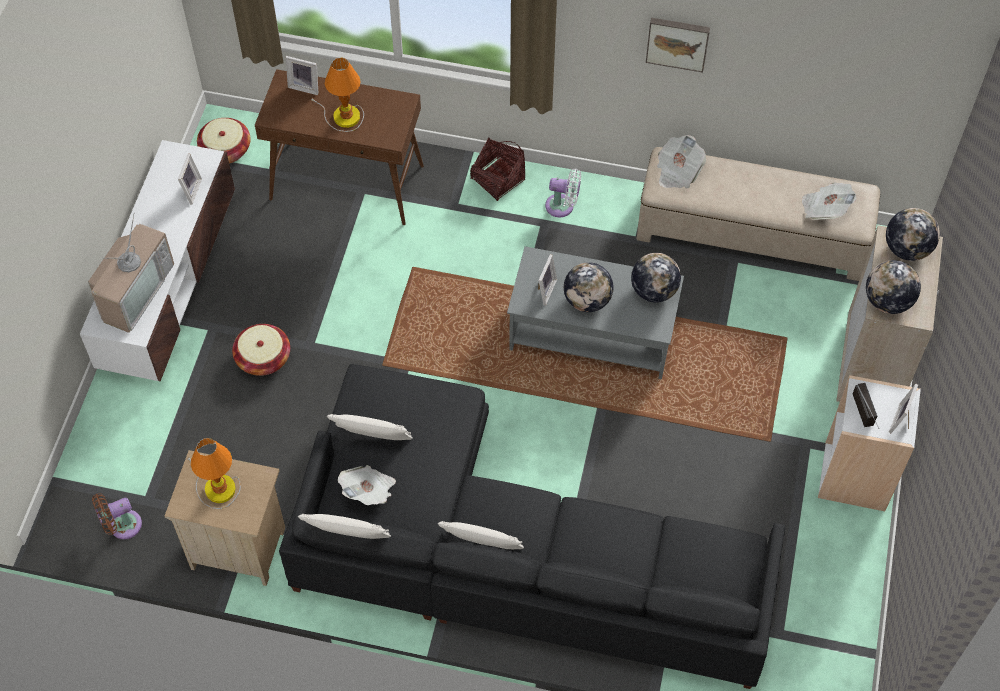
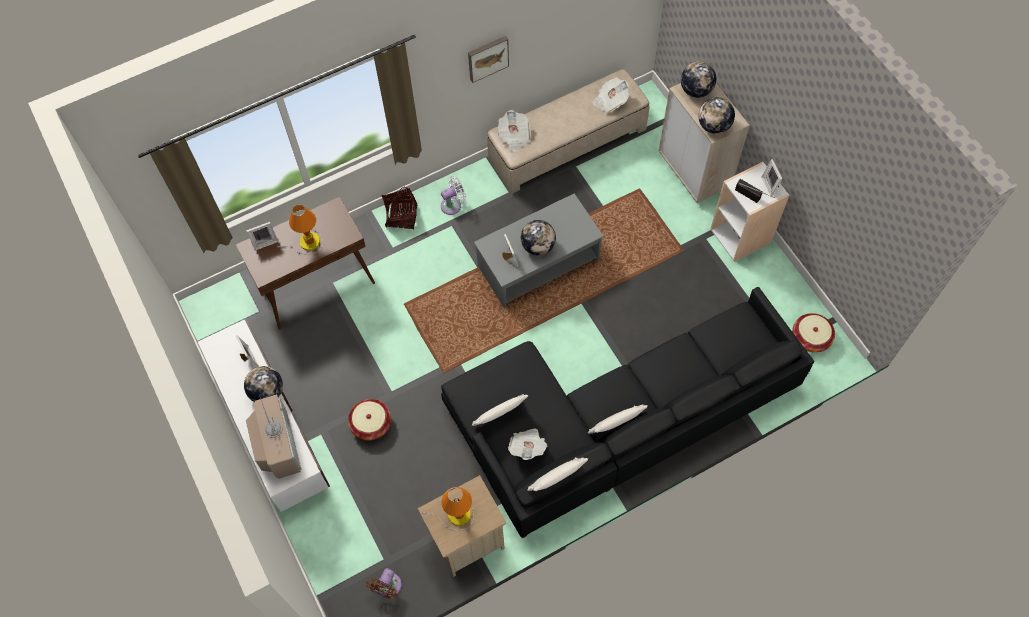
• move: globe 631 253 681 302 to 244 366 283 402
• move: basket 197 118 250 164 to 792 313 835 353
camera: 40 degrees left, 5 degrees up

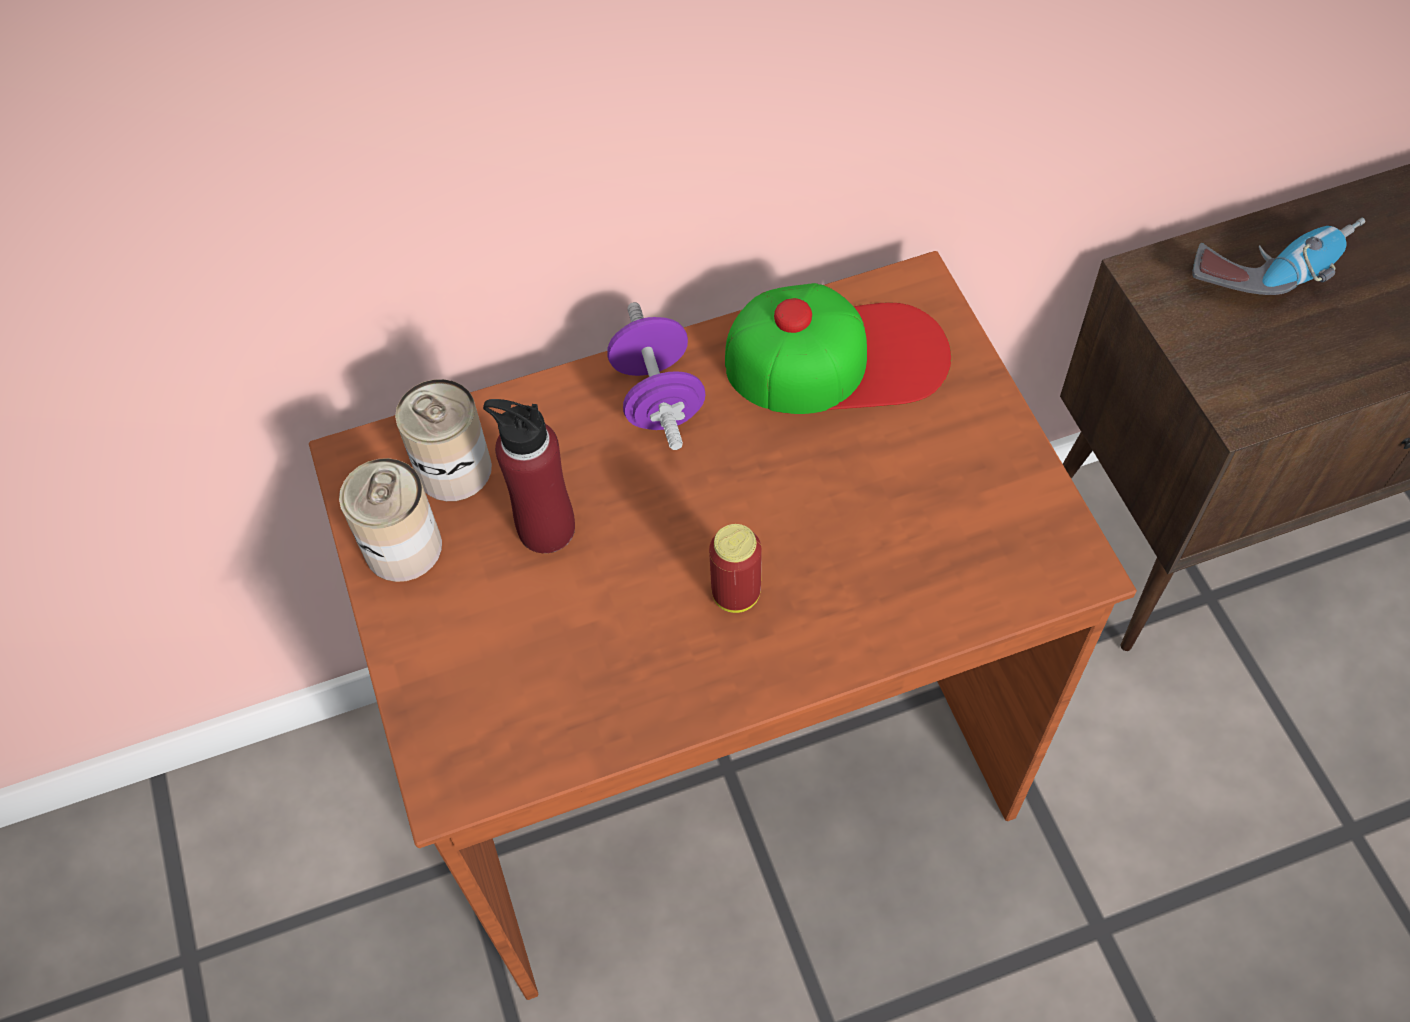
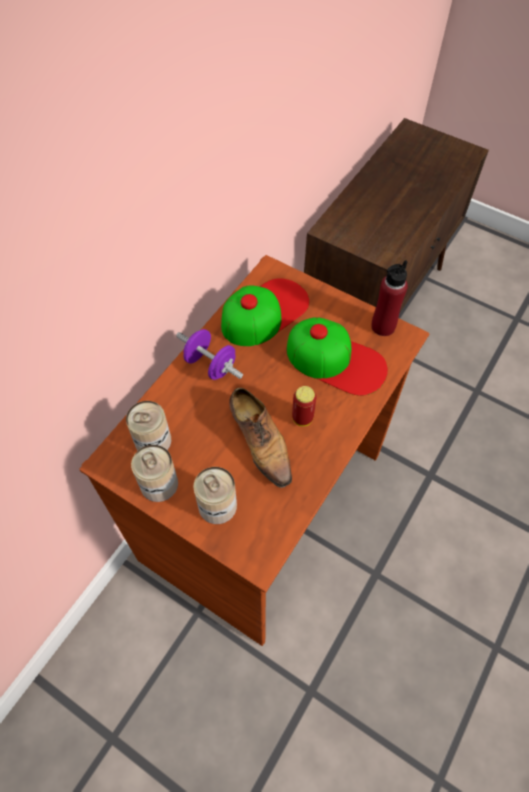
• insert: can 193 467 237 524
• insert: shoe 229 388 292 488
• insert: cap 287 317 388 396
• move: bottle (red) 483 399 575 553 to 371 260 408 336
• delete: power drill 1192 218 1365 295
camera: 40 degrees left, 0 degrees up

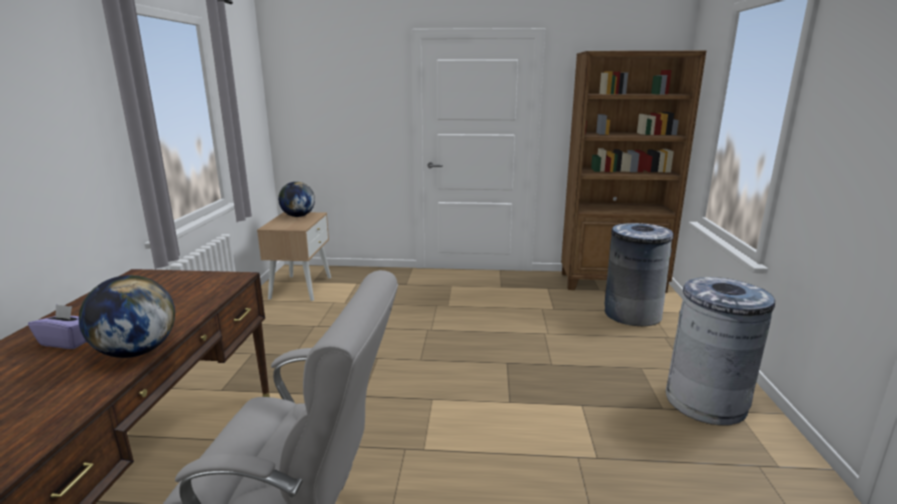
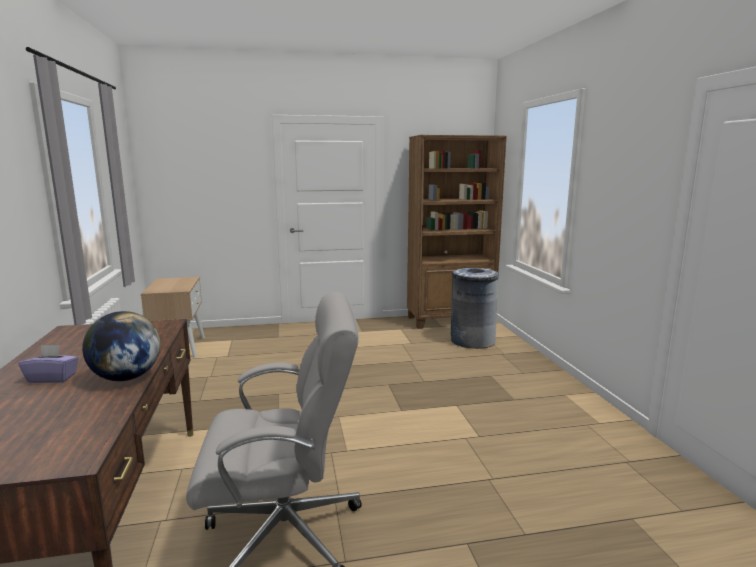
• delete: globe 278 182 315 217
• delete: trash can (grey) 666 277 775 425
camera: 15 degrees left, 5 degrees down

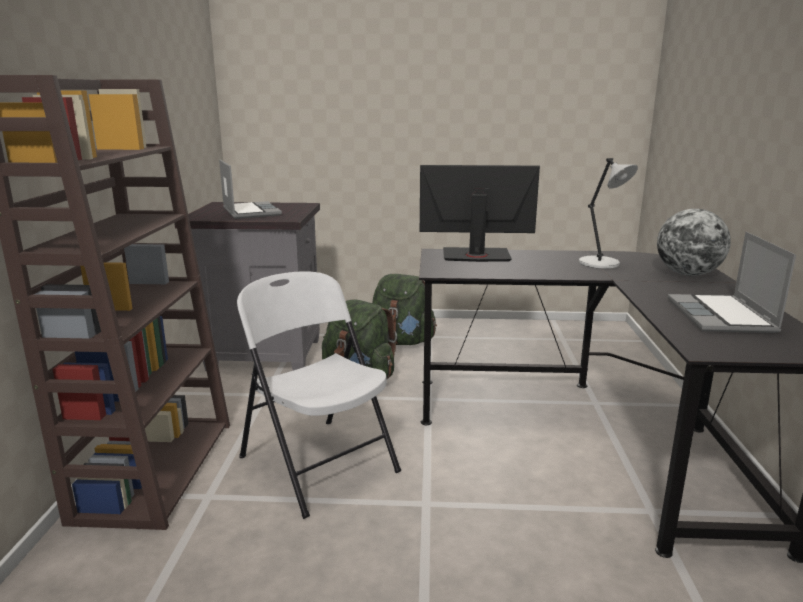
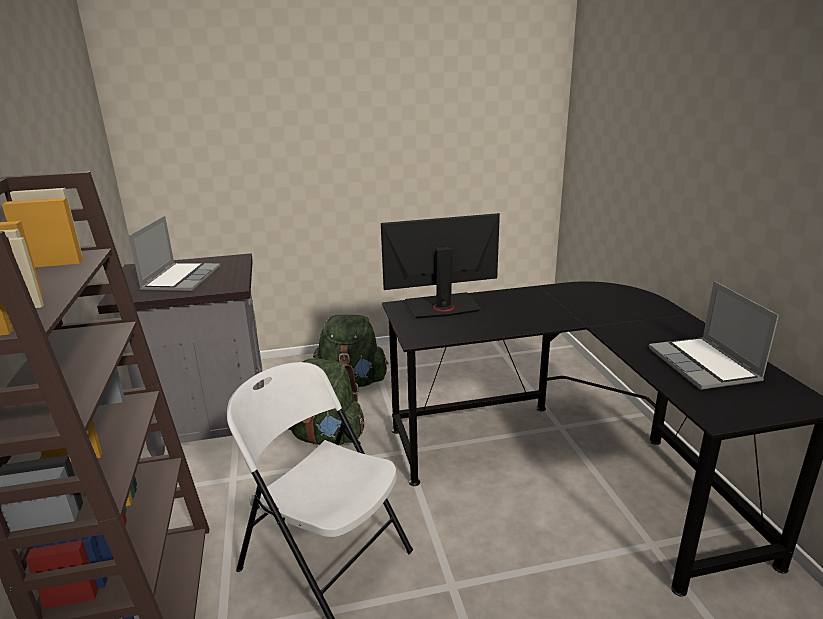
• rotate: laptop 219 159 282 219 = 129 216 220 292 45 degrees clockwise
• delete: table lamp (grey) 579 158 638 269
• delete: globe 657 209 731 276
camera: 15 degrees left, 5 degrees up

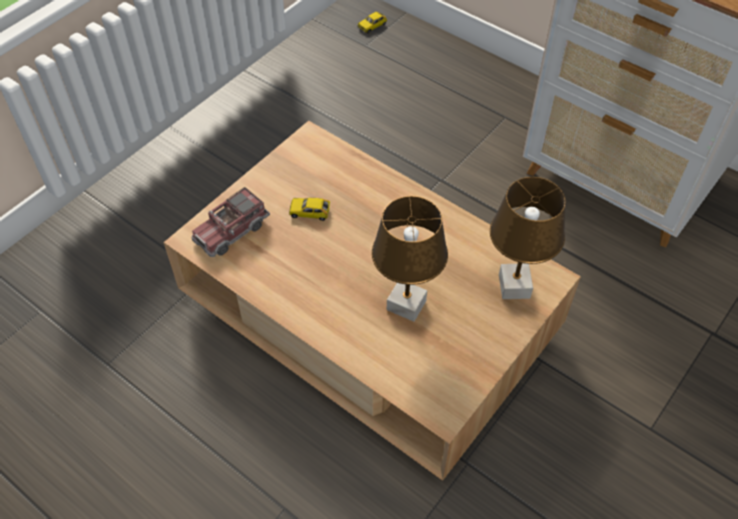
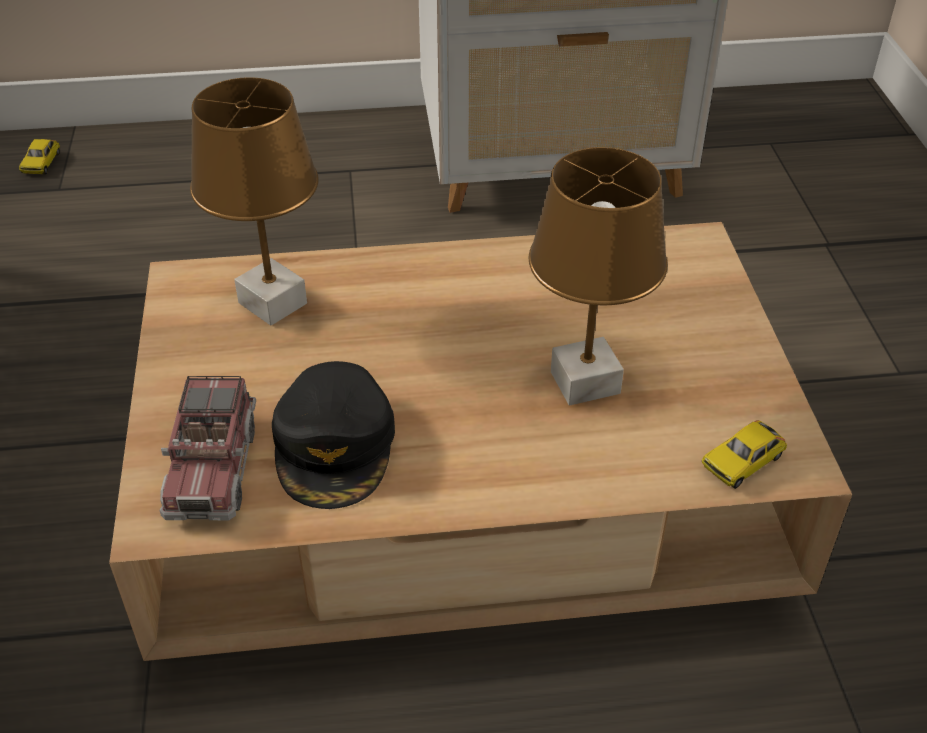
• move: table lamp (brown) 490 177 566 299 to 190 77 319 325
• insert: cap (black) 272 361 395 509
• move: toy car 289 198 330 221 to 702 420 787 489
camera: 45 degrees left, 10 degrees down

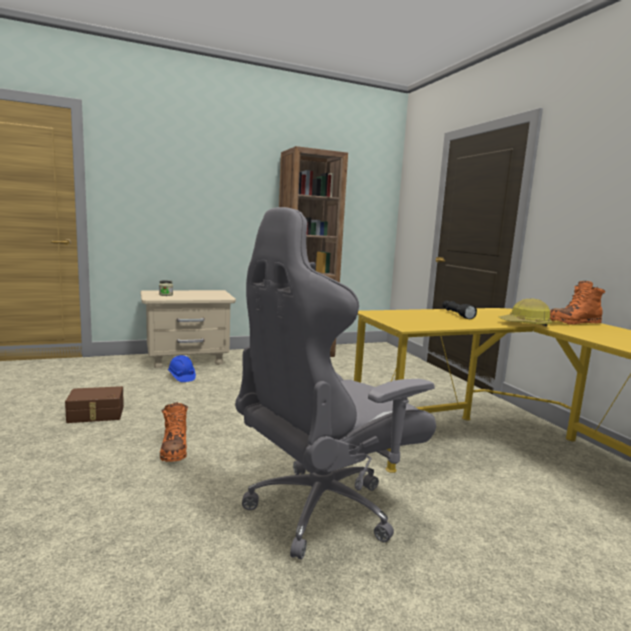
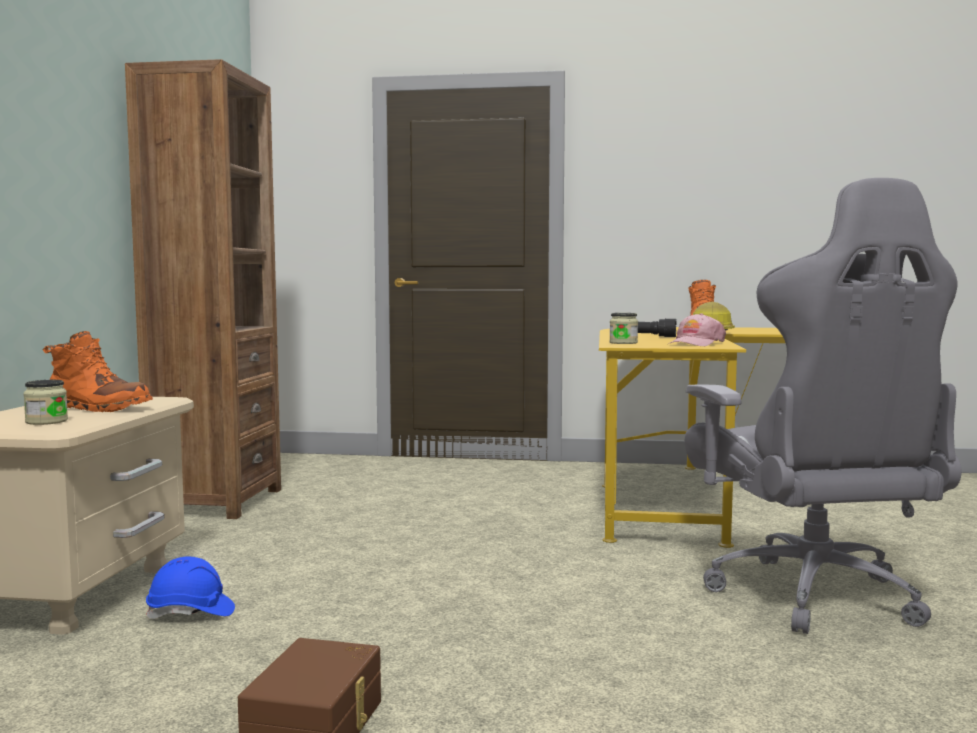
• move: boot (orange) 160 402 188 462 to 43 331 153 412
• insert: jar 609 313 638 344
• insert: cap (pink) 668 313 726 346
camera: 60 degrees left, 5 degrees down

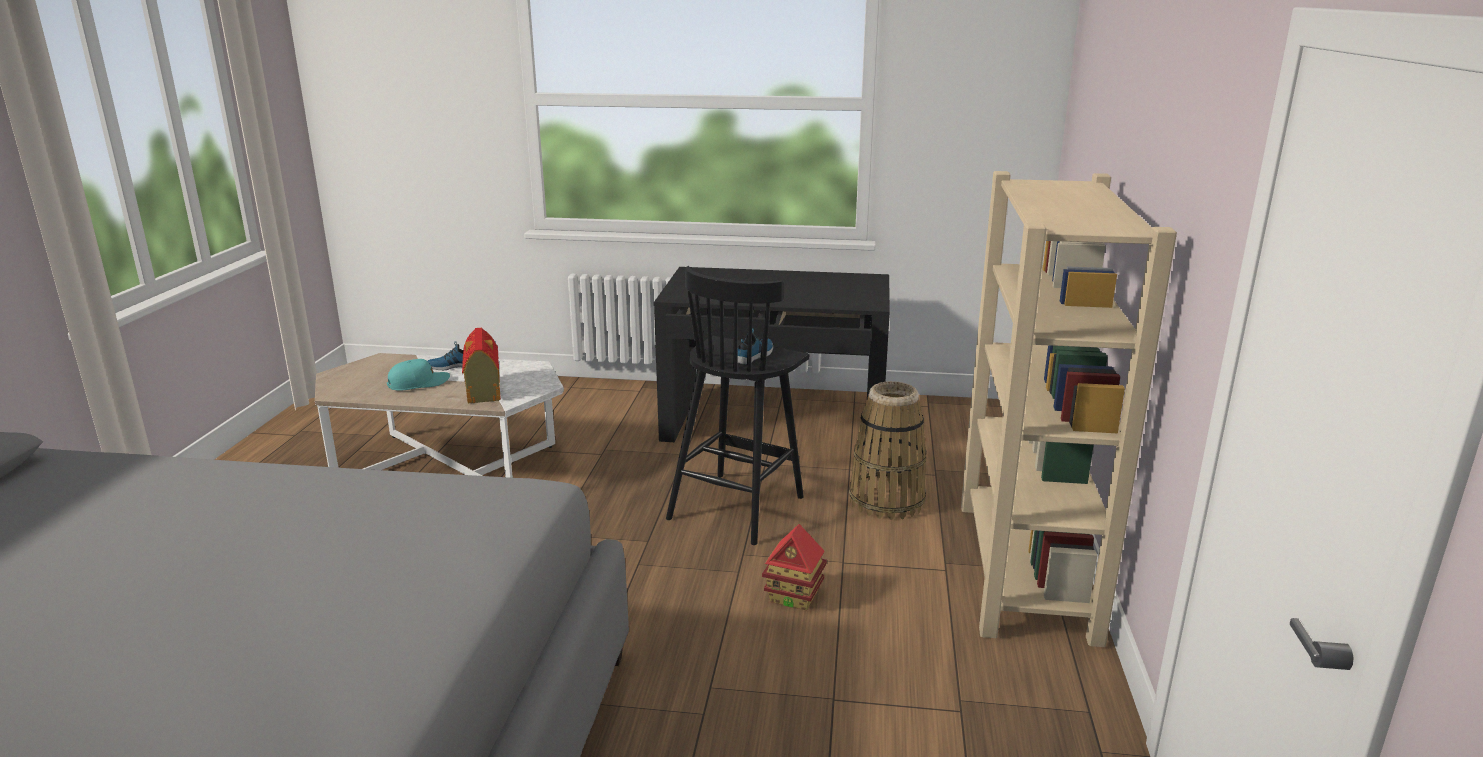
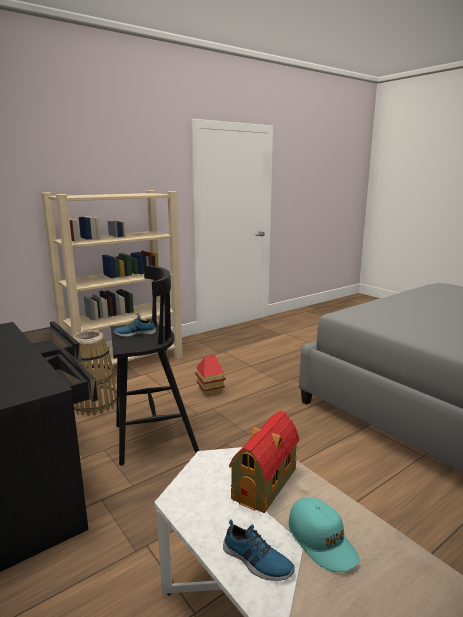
• rotate: cap (turquoise) 387 359 450 391 = 288 497 360 572 135 degrees counterclockwise
camera: 135 degrees left, 5 degrees down

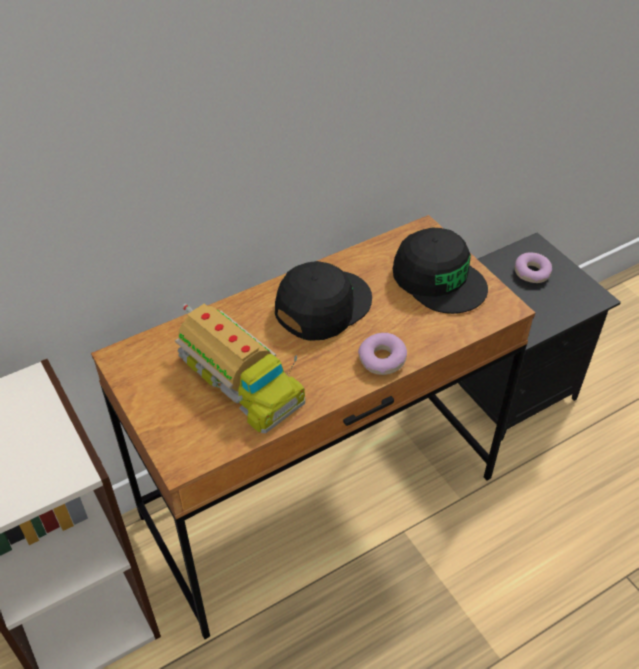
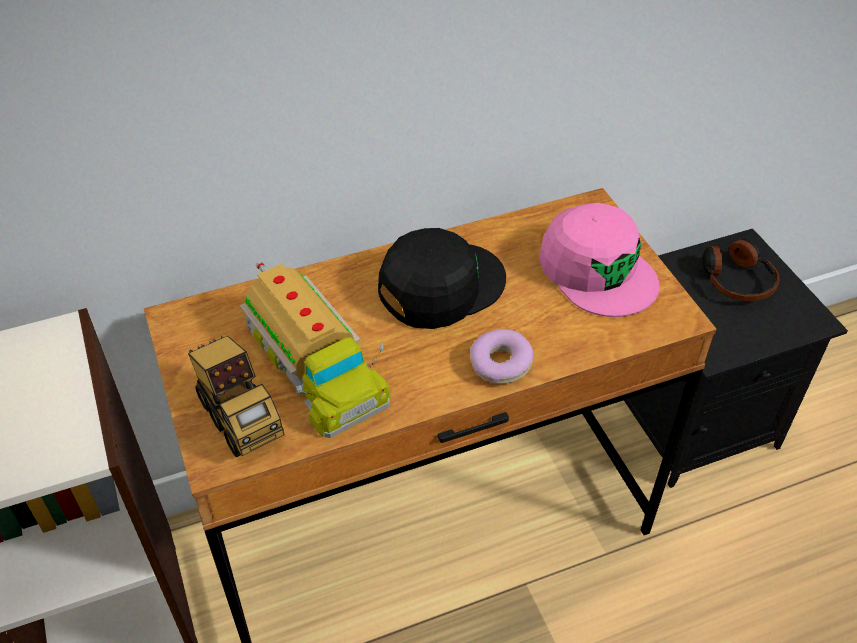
• insert: toy truck 188 336 284 457
• recolor: cap (black) 393 228 488 314 to cap (pink) 539 203 660 317
• replace: donut 515 253 552 283 to headphones 702 239 779 301
camera: 10 degrees right, 0 degrees up

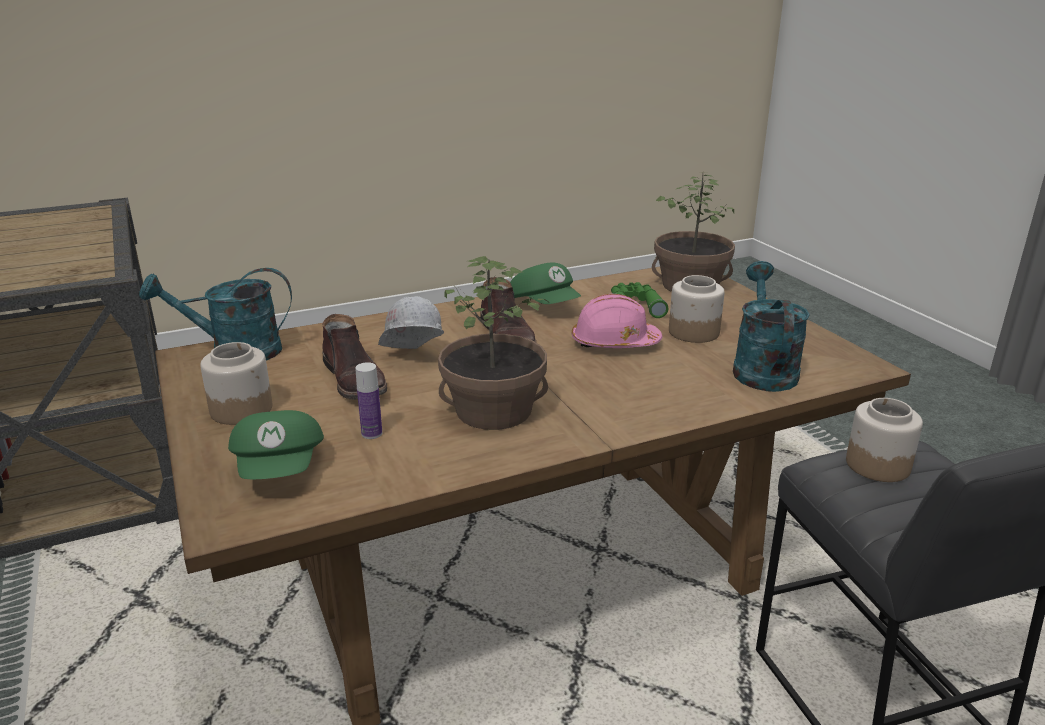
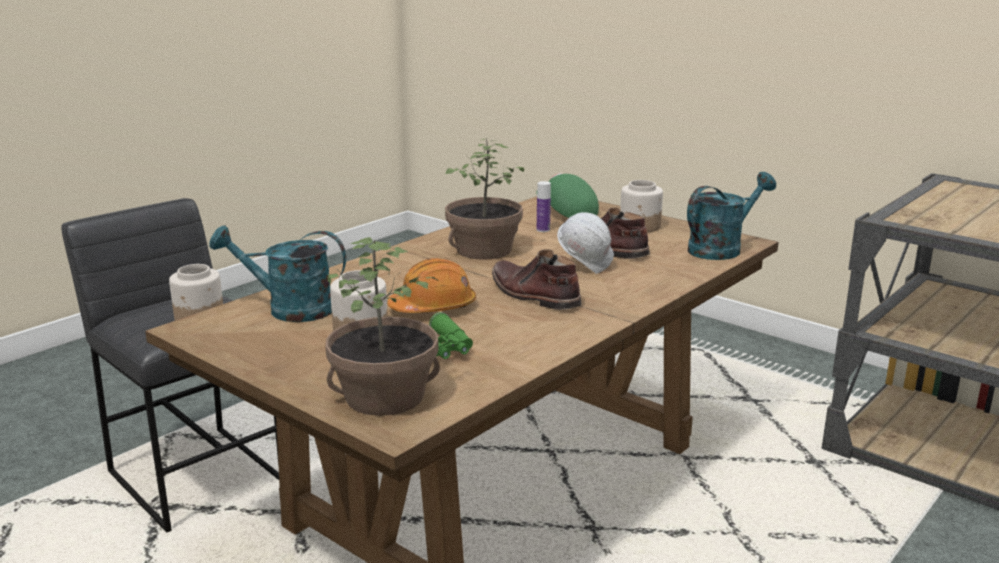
• rotate: watering can (turquoise) 733 261 810 392 = 209 225 346 322 120 degrees clockwise
• recolor: hard hat (pink) 572 294 662 348 to hard hat (orange) 387 258 476 313
• delete: cap (green) 510 263 581 304
camera: 155 degrees right, 5 degrees down

